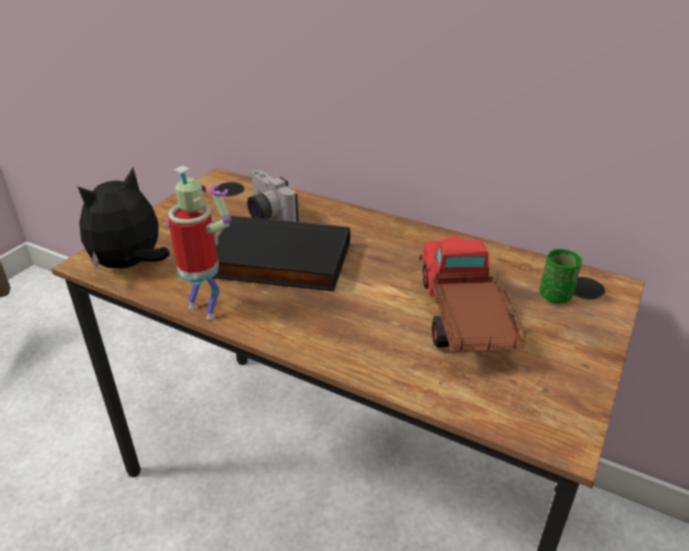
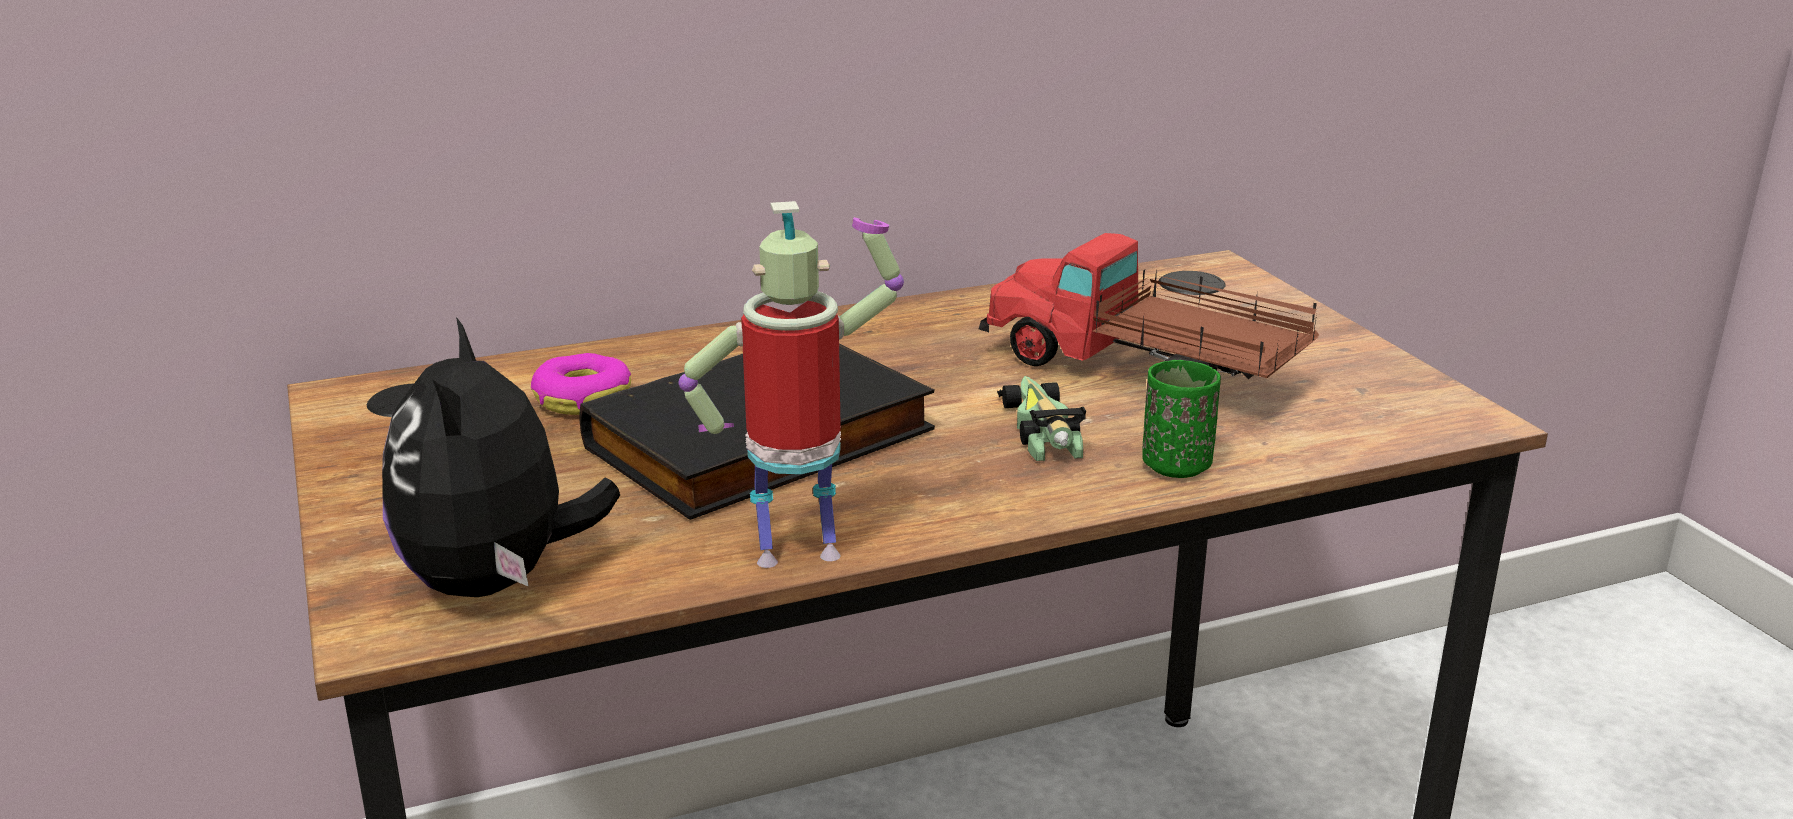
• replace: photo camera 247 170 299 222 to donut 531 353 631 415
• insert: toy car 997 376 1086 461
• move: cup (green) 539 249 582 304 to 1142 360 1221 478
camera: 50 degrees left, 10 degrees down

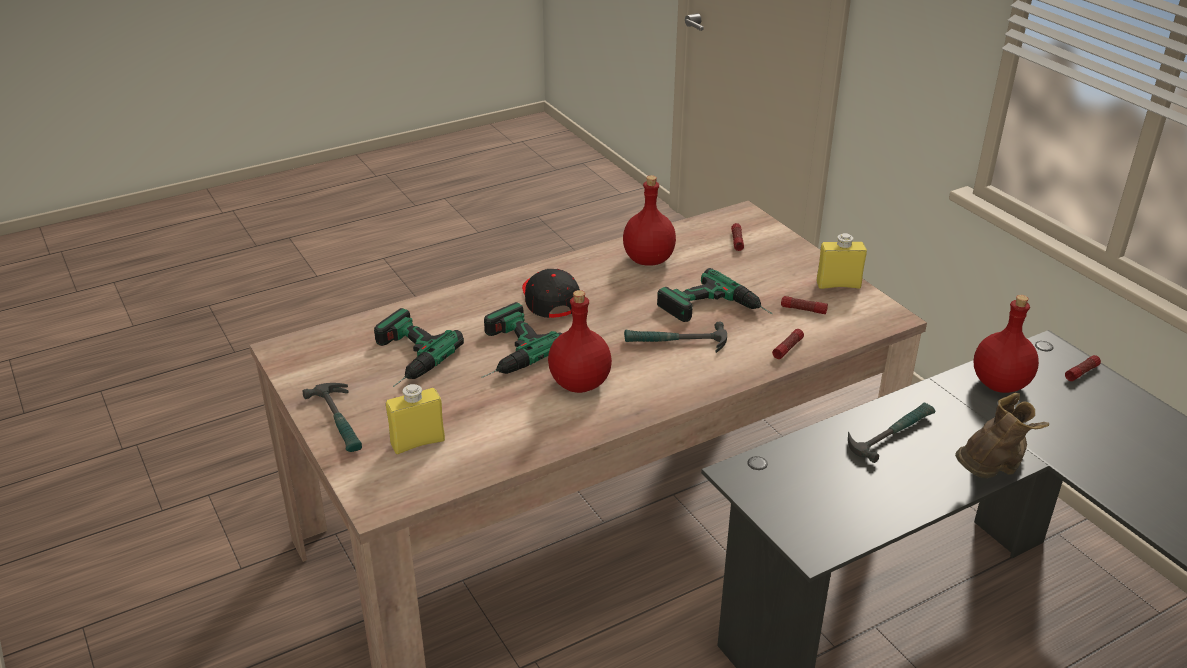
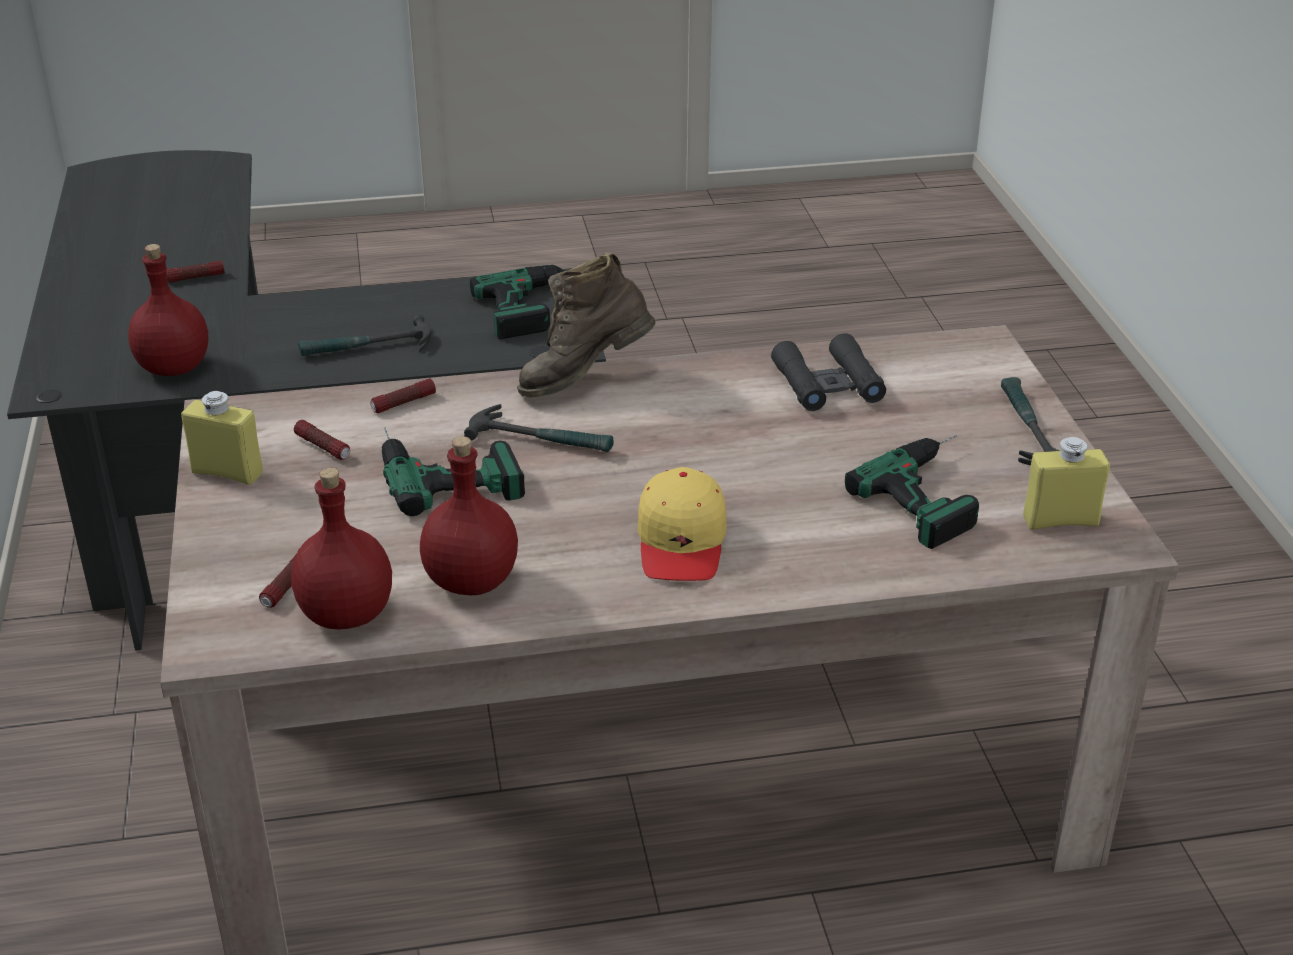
• move: flashlight 1065 355 1101 381 to 167 260 225 283
• move: bottle (red) 548 290 612 393 to 291 467 392 629
• move: power drill 481 302 562 378 to 470 265 565 339
• move: boot (brown) 955 393 1049 478 to 517 252 656 398
• recolor: cap (black) 522 269 580 318 to cap (yellow) 638 467 727 581
• insert: binoculars (black) 771 333 886 411
• move: bottle (yellow) 386 384 445 454 to 1023 437 1110 530
camera: 160 degrees left, 0 degrees up

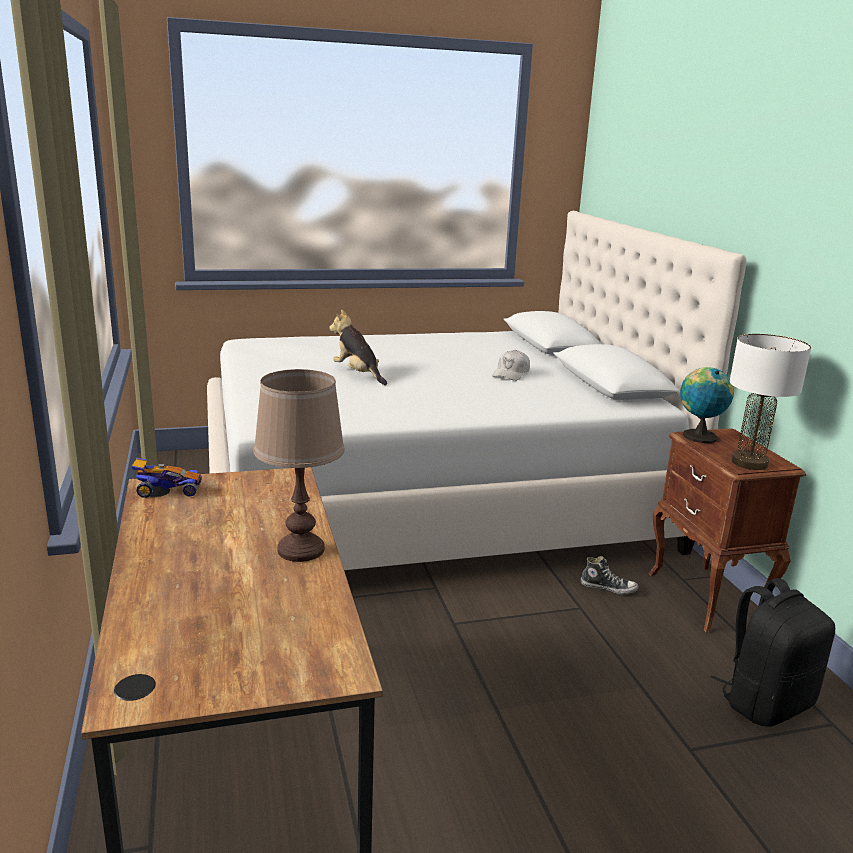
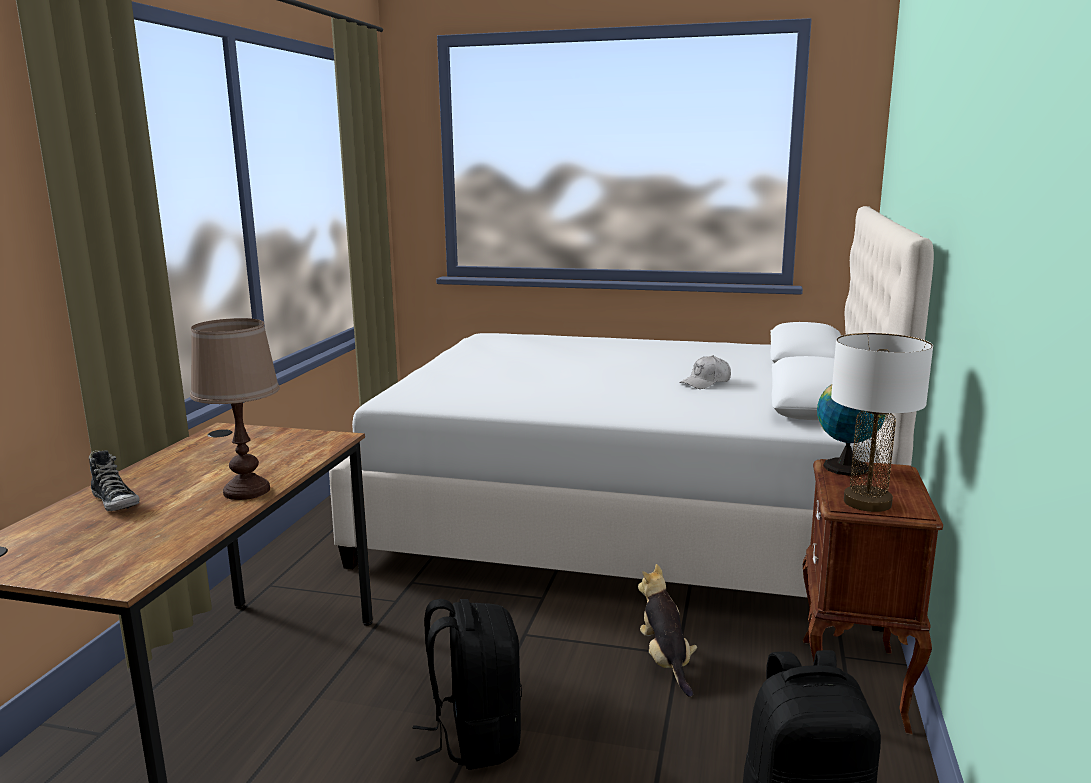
• move: shoe 581 556 639 595 to 89 450 140 511
• insert: backpack (black) 413 599 522 770
• move: plush toy 329 310 387 385 to 638 564 697 697
• delete: toy car 131 458 202 498
camera: 30 degrees right, 5 degrees down

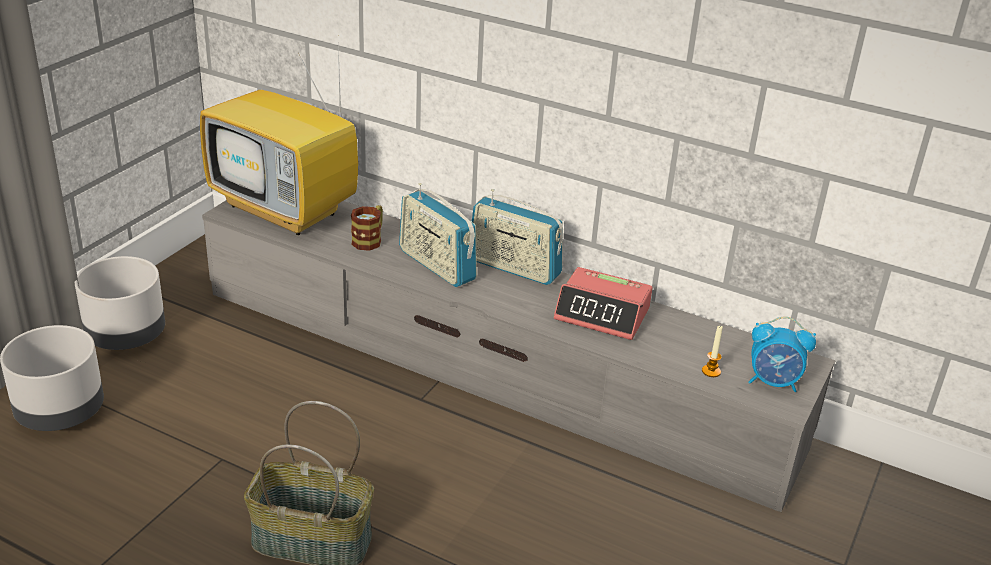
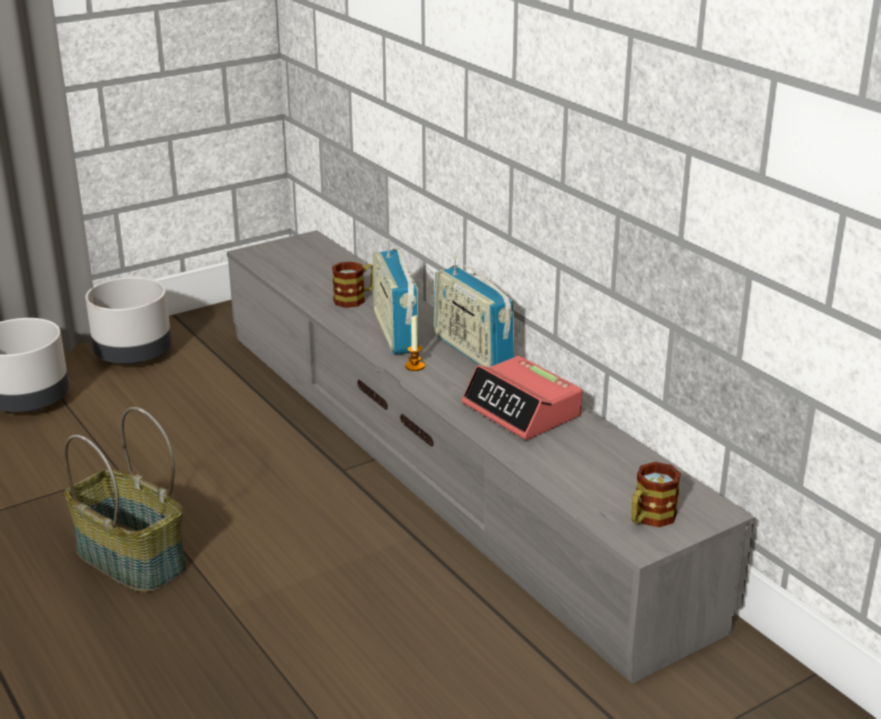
• move: candle 702 326 723 377 to 405 315 425 371
• replace: alarm clock 748 317 816 392 to mug 631 462 681 527
• delete: television 200 45 358 235
camera: 30 degrees right, 5 degrees down

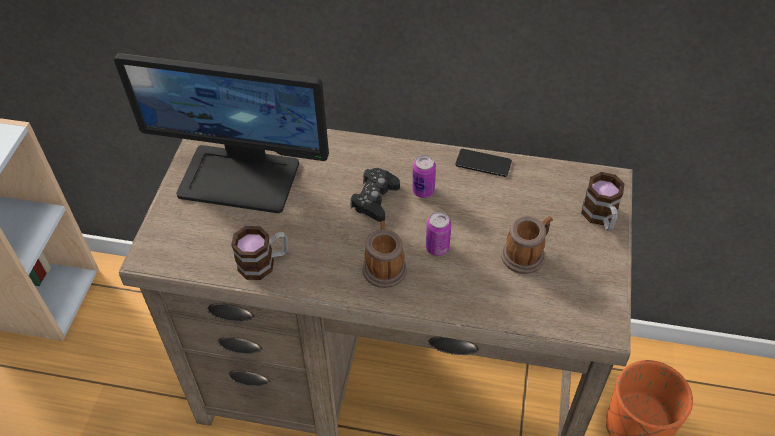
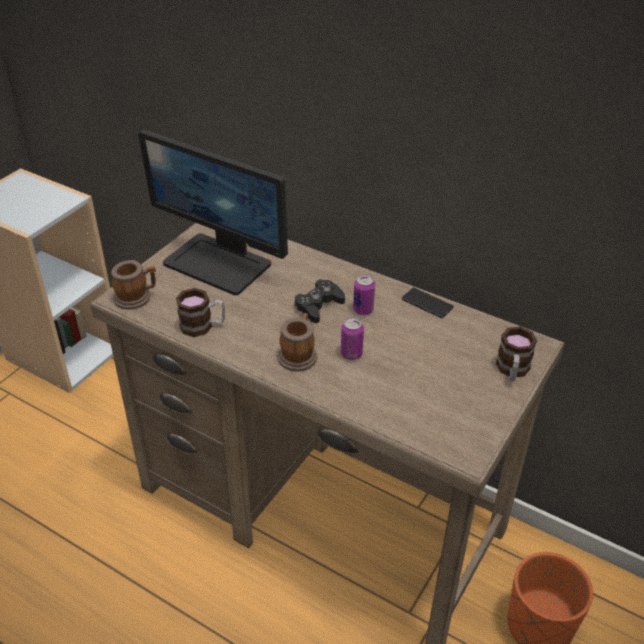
• move: mug 501 215 553 274 to 111 260 156 310
camera: 20 degrees right, 10 degrees down

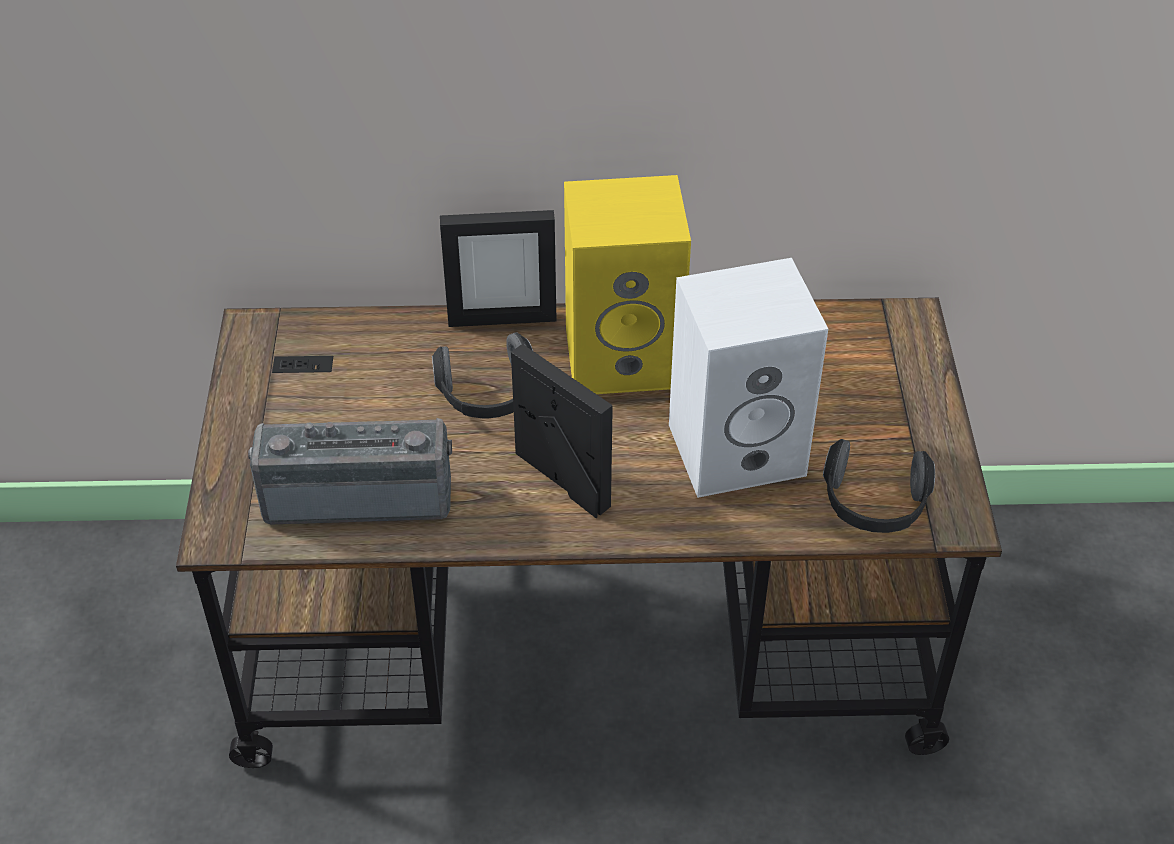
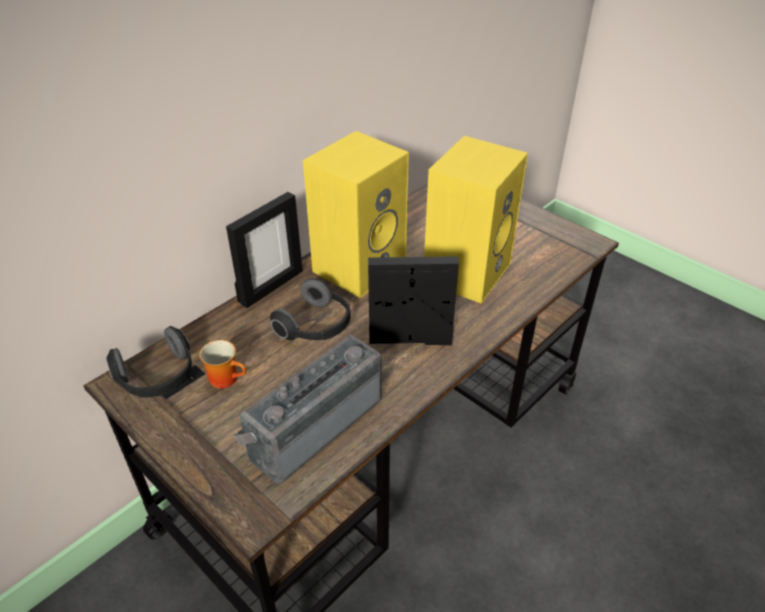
• move: headphones 823 439 935 533 to 106 326 192 398
• insert: mug 199 340 246 388
• recolor: speaker (white) 669 258 828 498 to speaker (yellow) 424 136 528 303
camera: 45 degrees left, 5 degrees down

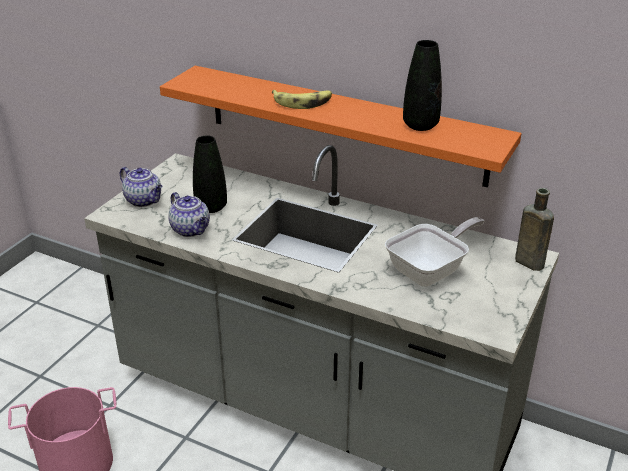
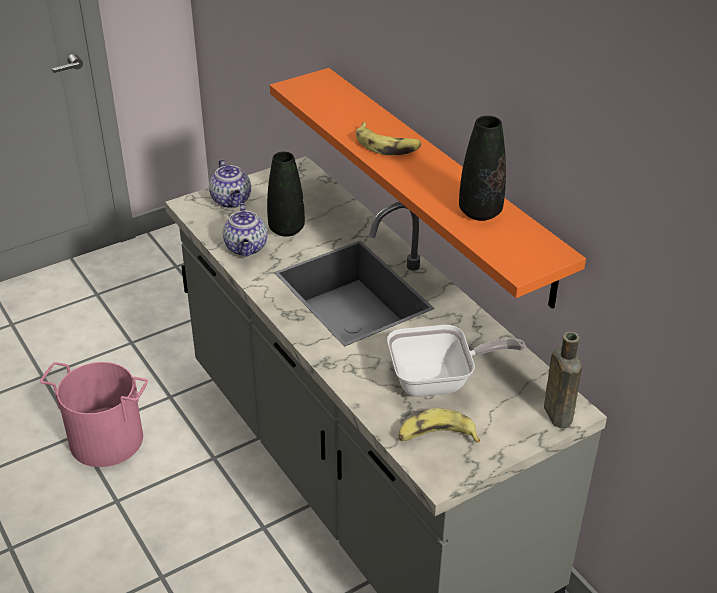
• insert: banana 399 408 480 443
camera: 30 degrees right, 5 degrees up

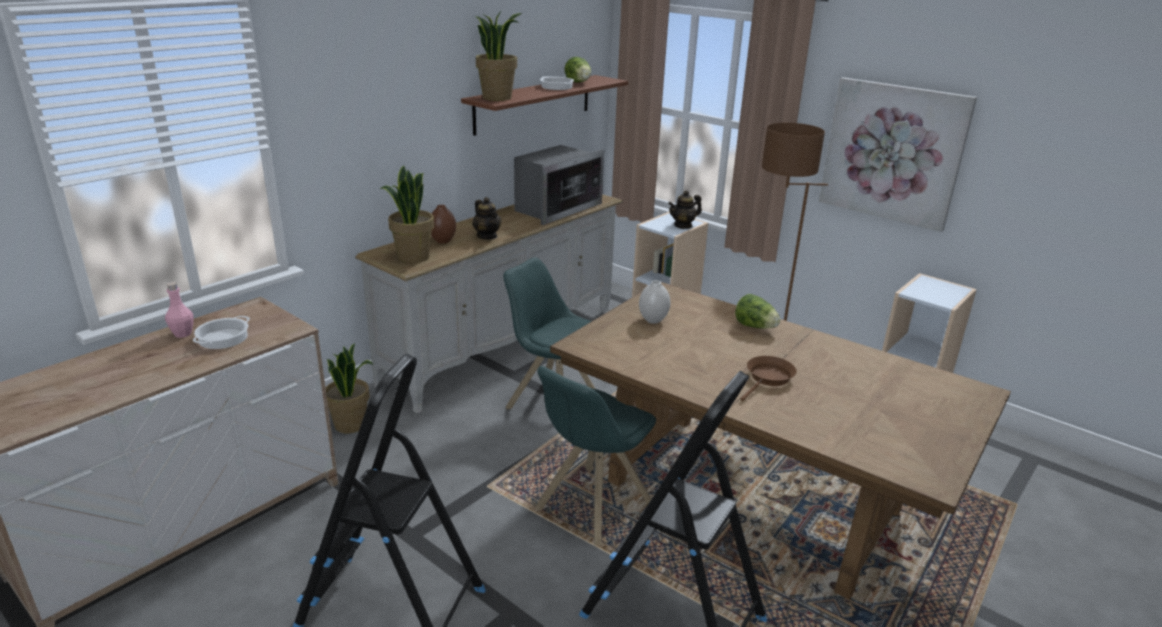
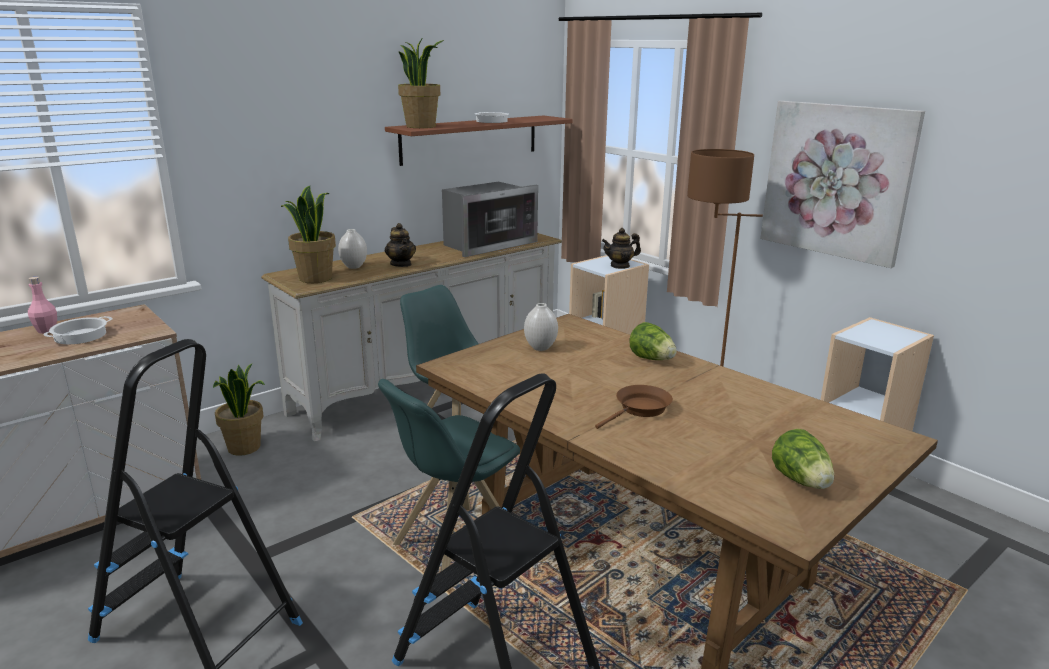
• recolor: vase (brown) 431 205 456 244 to vase (white) 338 229 367 269
• move: lettuce 564 57 591 83 to 772 429 834 489
camera: 10 degrees right, 5 degrees down

